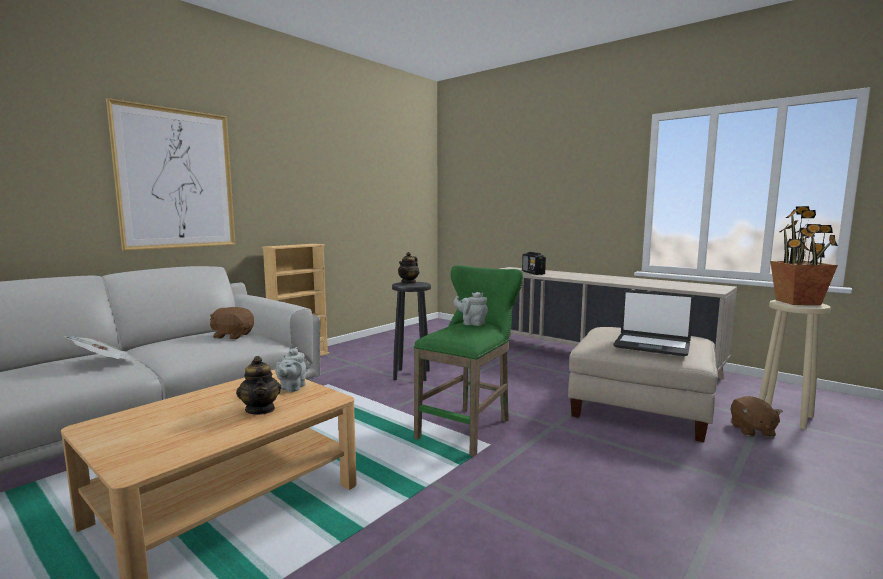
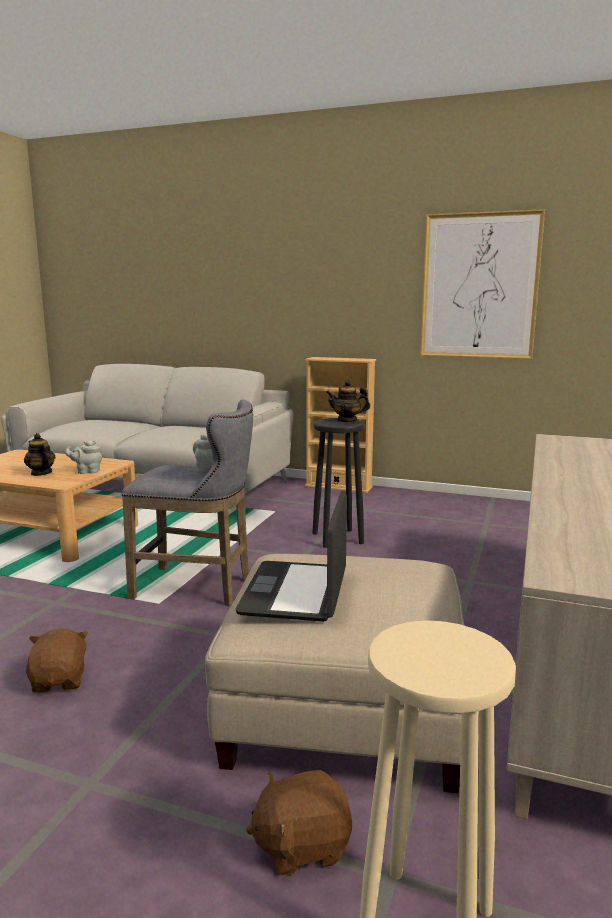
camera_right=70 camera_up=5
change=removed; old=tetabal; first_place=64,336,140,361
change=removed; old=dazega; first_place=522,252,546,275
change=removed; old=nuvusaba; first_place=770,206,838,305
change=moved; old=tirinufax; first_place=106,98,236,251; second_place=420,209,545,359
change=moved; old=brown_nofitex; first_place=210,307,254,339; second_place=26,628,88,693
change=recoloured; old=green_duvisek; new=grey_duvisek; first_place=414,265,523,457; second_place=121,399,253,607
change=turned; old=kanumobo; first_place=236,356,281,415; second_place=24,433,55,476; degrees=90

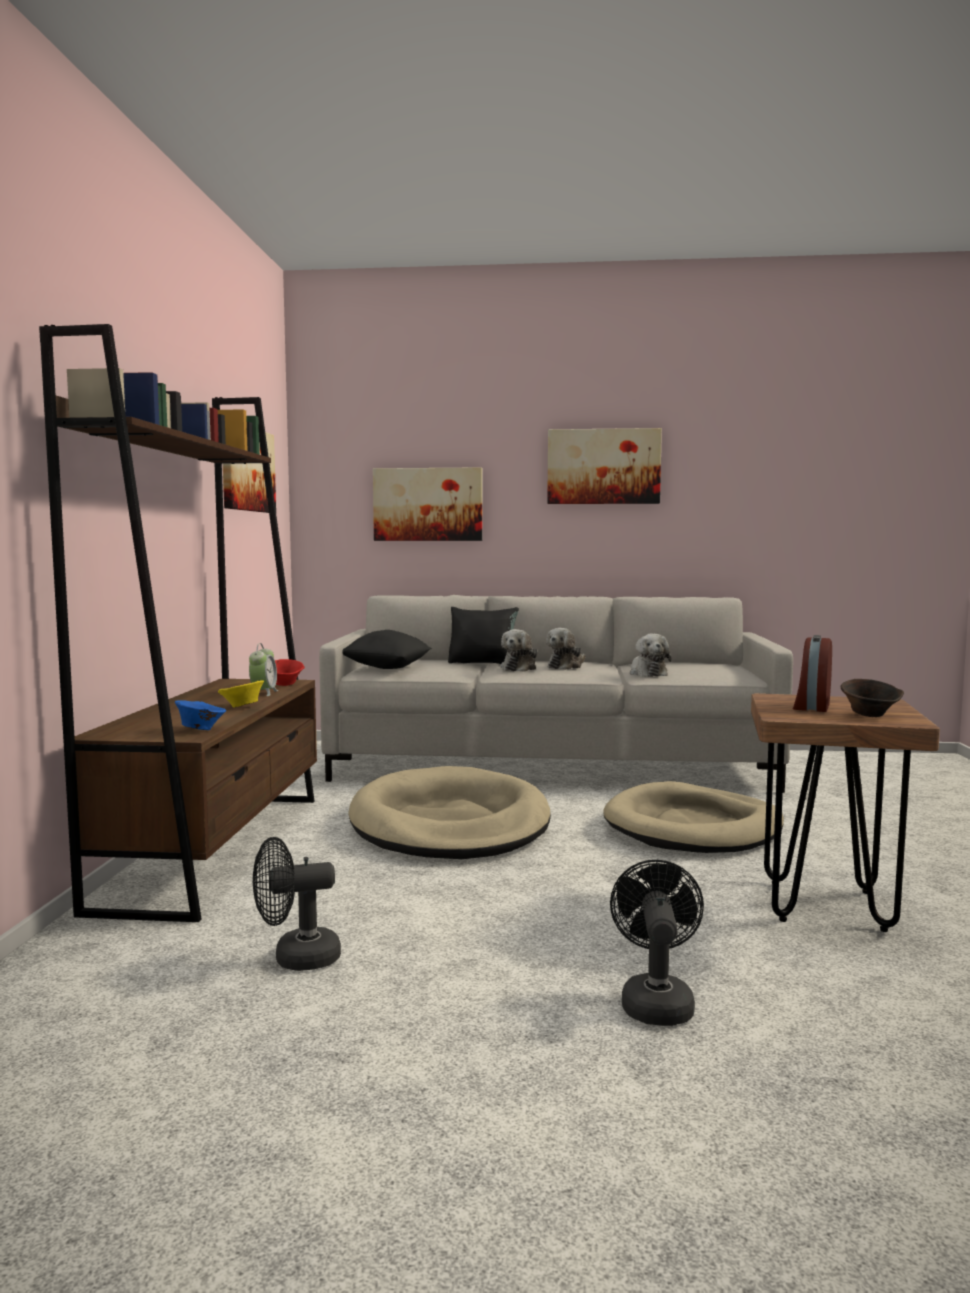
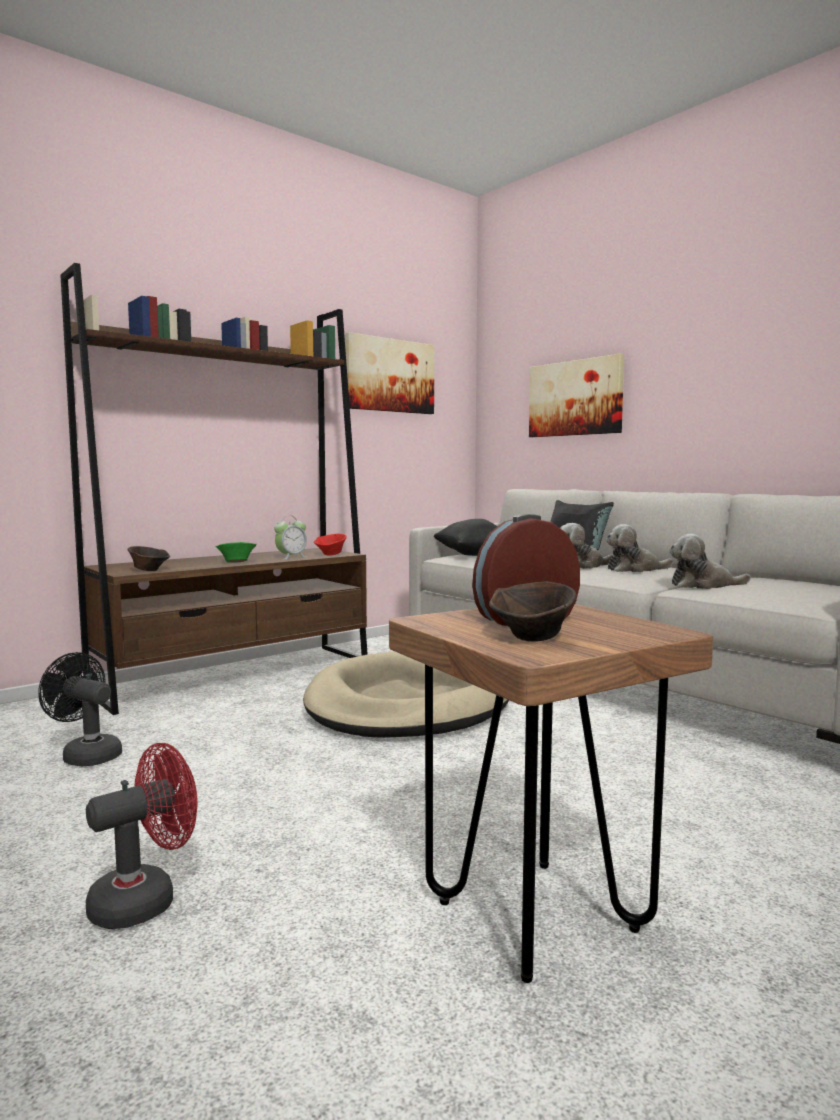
camera_right=45 camera_up=0
change=removed; old=tirinufax; first_place=547,428,662,504
change=removed; old=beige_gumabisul; first_place=603,781,784,853
change=recoloured; old=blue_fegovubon; new=brown_fegovubon; first_place=175,700,226,730; second_place=127,546,170,571
change=recoloured; old=yellow_fegovubon; new=green_fegovubon; first_place=218,681,264,708; second_place=215,542,256,563
change=recoloured; old=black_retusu; new=red_retusu; first_place=610,860,704,1026; second_place=86,743,198,929
change=turned; old=nofitex; first_place=630,634,672,677; second_place=669,534,751,589; degrees=60

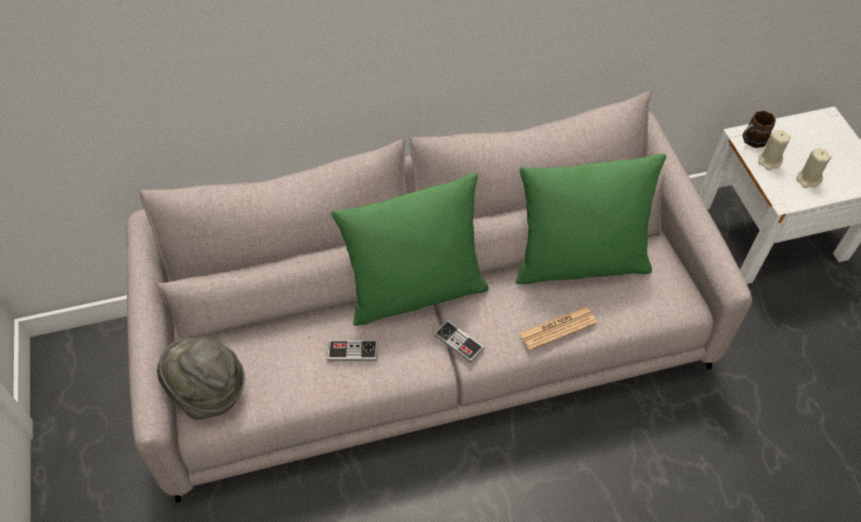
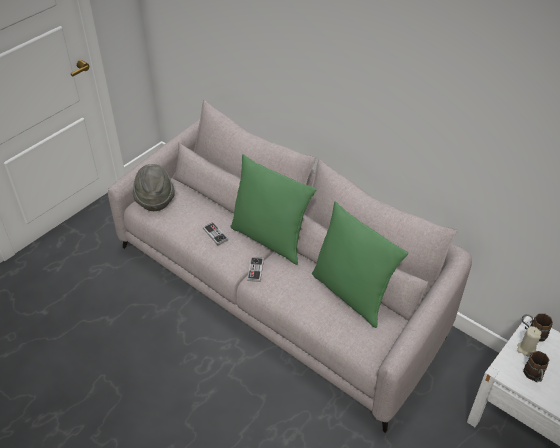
camera_right=55 camera_up=-10
change=removed; old=tetabal; first_place=519,307,597,350
change=replaced; old=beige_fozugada; new=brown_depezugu; first_place=796,148,832,188; second_place=523,351,549,382

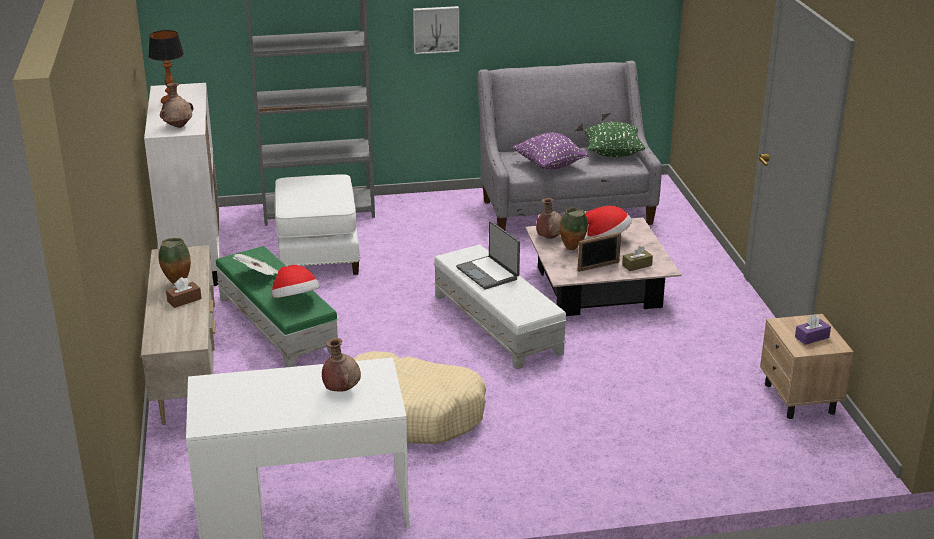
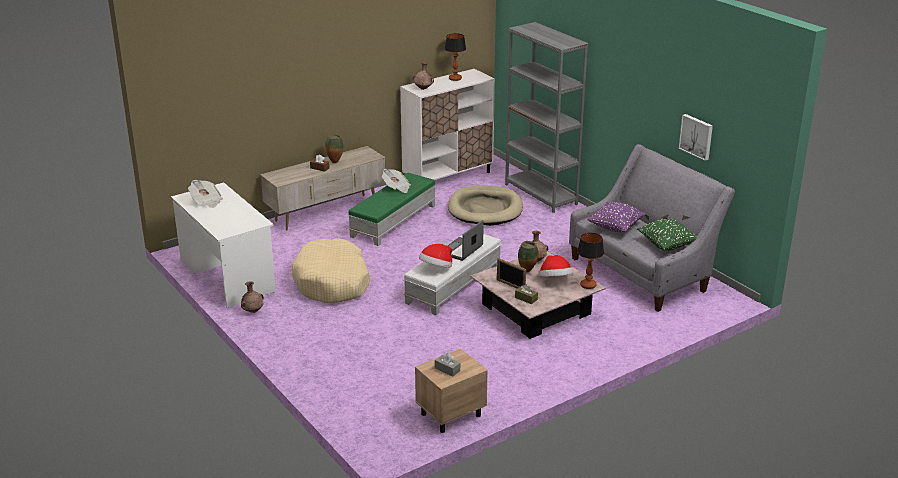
camera_right=65 camera_up=0
change=added; new=tetabal; second_place=188,180,223,208
change=added; new=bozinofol; second_place=577,233,604,289
change=moved; old=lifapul; first_place=272,265,320,298; second_place=419,244,452,267
change=moved; old=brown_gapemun; first_place=322,338,361,392; second_place=241,281,264,313
change=moved; old=tirinufax; first_place=413,6,459,54; second_place=679,114,713,161
change=replaced; old=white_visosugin; new=beige_gumabisul; first_place=275,174,360,275; second_place=448,186,523,226
change=recoloured; old=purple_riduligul; new=grey_riduligul; first_place=795,314,831,345; second_place=435,353,460,377

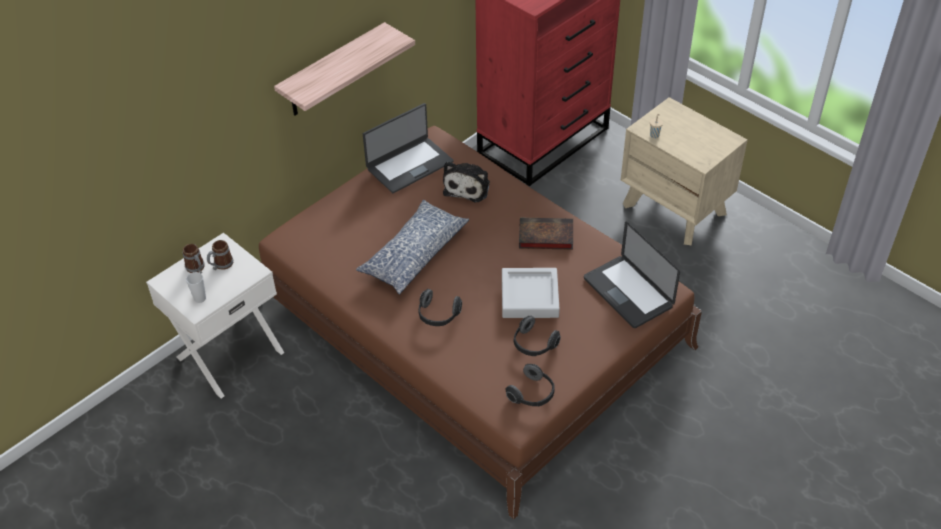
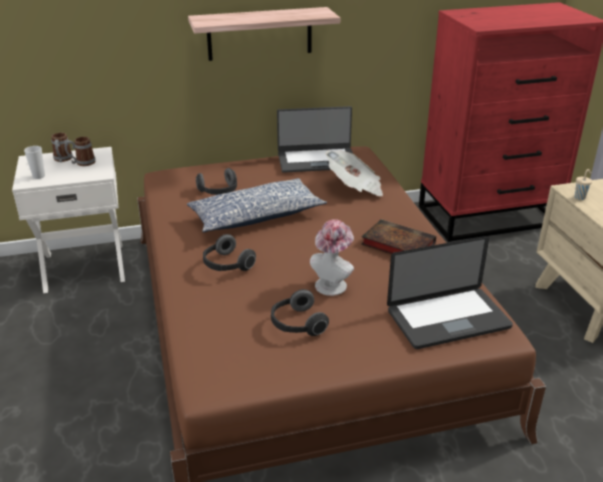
camera_right=30 camera_up=-15
change=moved; old=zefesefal; first_place=506,364,555,406; second_place=196,168,237,195
change=replaced; old=nofitex; new=tetabal; first_place=443,161,490,202; second_place=325,150,383,197
change=replaced; old=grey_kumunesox; new=lifapul; first_place=502,268,560,318; second_place=310,219,354,296
change=turned; old=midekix; first_place=584,222,680,328; second_place=387,236,513,349; degrees=-105

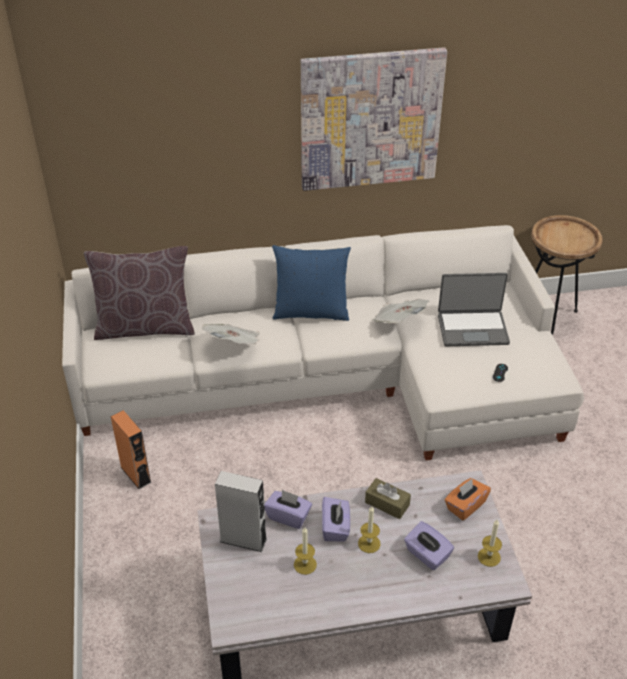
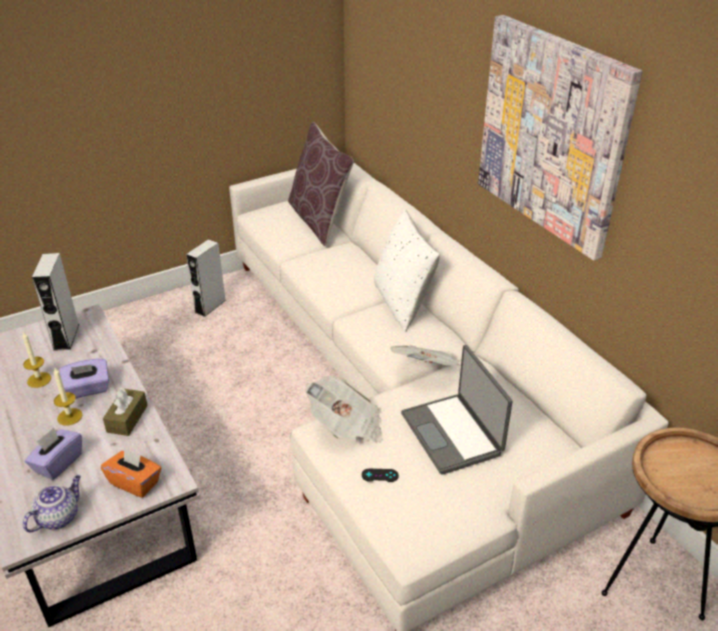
camera_right=70 camera_up=-5
change=removed; old=purple_riduligul; first_place=264,490,312,529
change=moved; old=tetabal; first_place=202,324,260,344; second_place=305,376,383,442
change=replaced; old=fozugada; new=kanumobo; first_place=478,520,502,567; second_place=23,475,81,532
change=recoloured; old=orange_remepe; new=grey_remepe; first_place=111,410,152,489; second_place=186,239,226,317
change=recoloured; old=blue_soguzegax; new=white_soguzegax; first_place=272,245,351,321; second_place=374,209,440,332

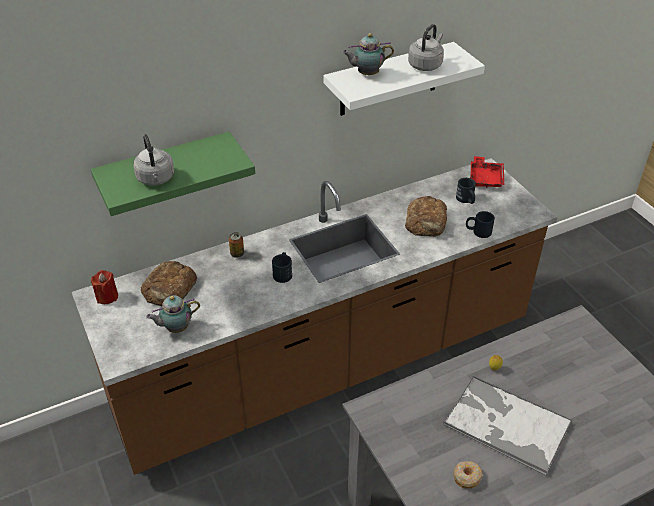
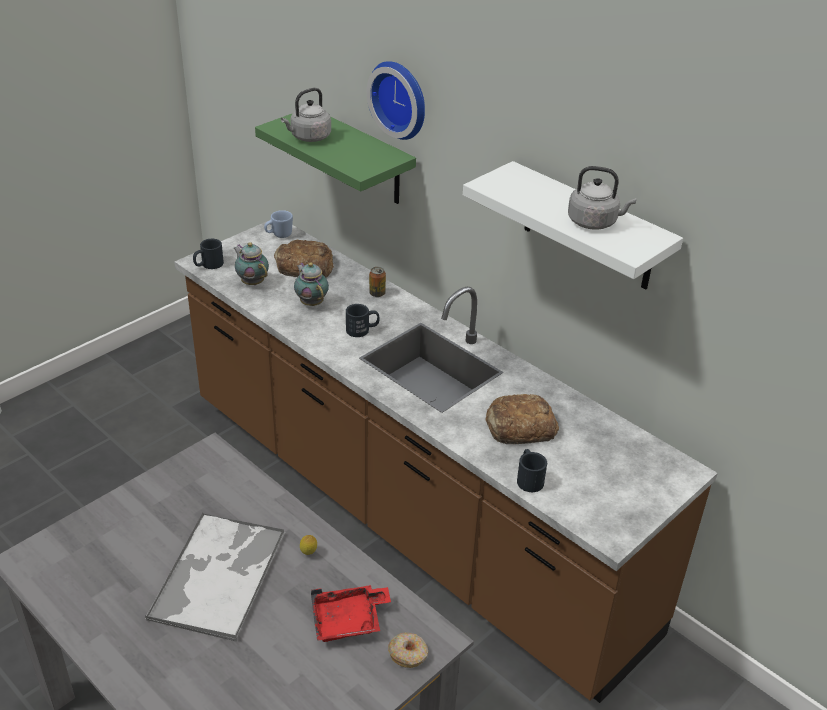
camera_right=70 camera_up=-5
change=added; new=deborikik; second_place=366,61,425,140
change=moved; old=kanumobo; first_place=342,33,394,75; second_place=294,262,329,306
change=moved; old=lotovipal; first_place=454,461,483,489; second_place=388,632,428,668
change=moved; old=black_depezugu; first_place=456,178,476,204; second_place=193,239,224,269
change=moved; old=red_kumunesox; first_place=470,156,504,188; second_place=311,585,391,642
change=replaced; old=red_fozugada; new=blue_depezugu; first_place=91,270,118,304; second_place=264,210,293,238

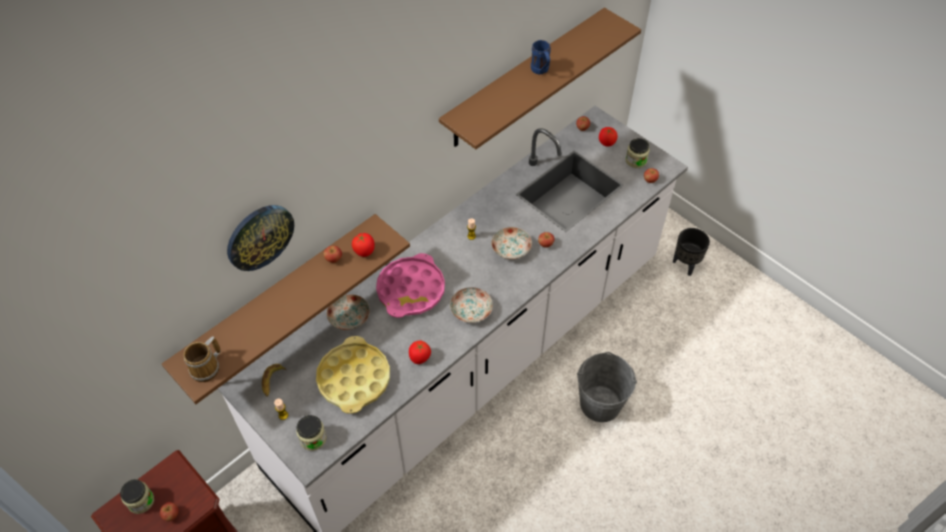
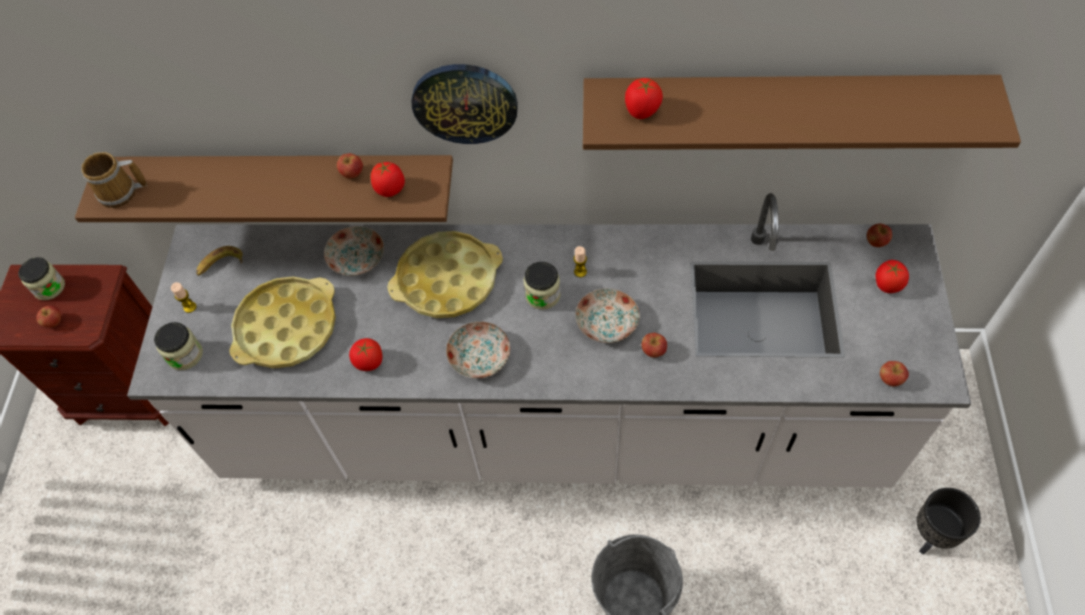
camera_right=50 camera_up=5
change=removed; old=blue_depezugu; first_place=531,40,551,74
change=added; new=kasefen; second_place=625,78,663,119
change=moved; old=deborikik; first_place=227,205,294,271; second_place=411,64,518,144
change=moved; old=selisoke; first_place=626,138,650,168; second_place=523,262,560,310
change=recoloured; old=pink_kumunesox; new=yellow_kumunesox; first_place=376,253,445,318; second_place=387,231,503,318

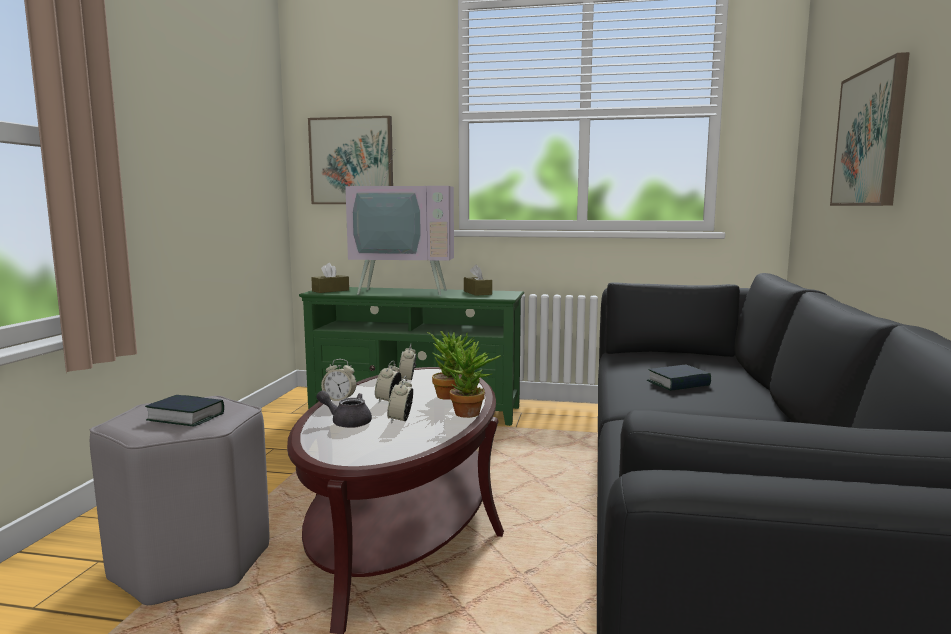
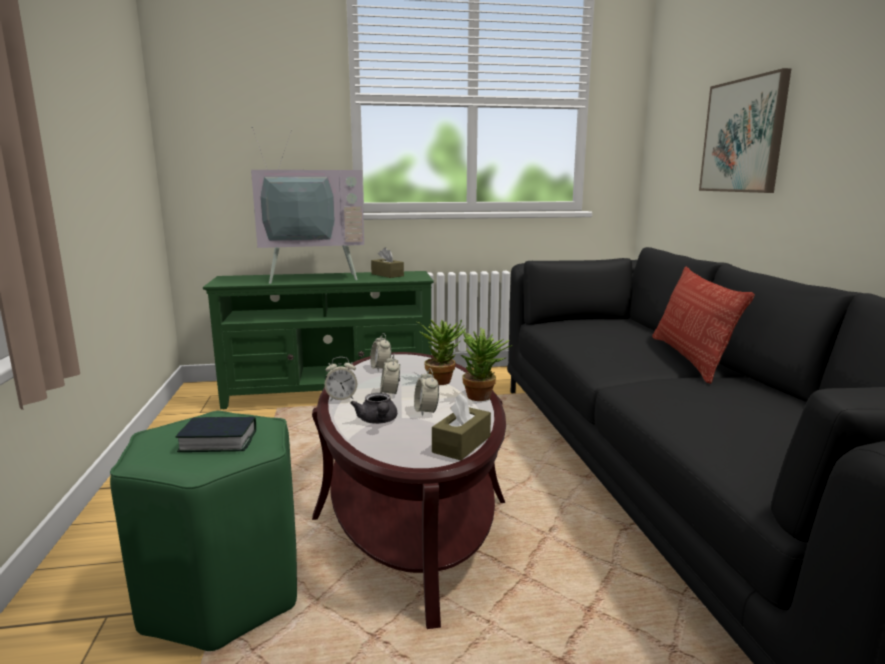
camera_right=-20 camera_up=5
change=removed; old=tirinufax; first_place=308,116,393,204
change=removed; old=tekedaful; first_place=647,365,711,391
change=added; new=soguzegax; second_place=652,267,755,384
change=moved; old=brown_riduligul; first_place=311,263,349,293; second_place=432,393,491,460
change=recoloured; old=grey_duvisek; new=green_duvisek; first_place=90,396,269,605; second_place=110,411,297,651
change=turned; old=grey_kanumobo; first_place=316,390,372,428; second_place=350,393,397,424; degrees=-105

